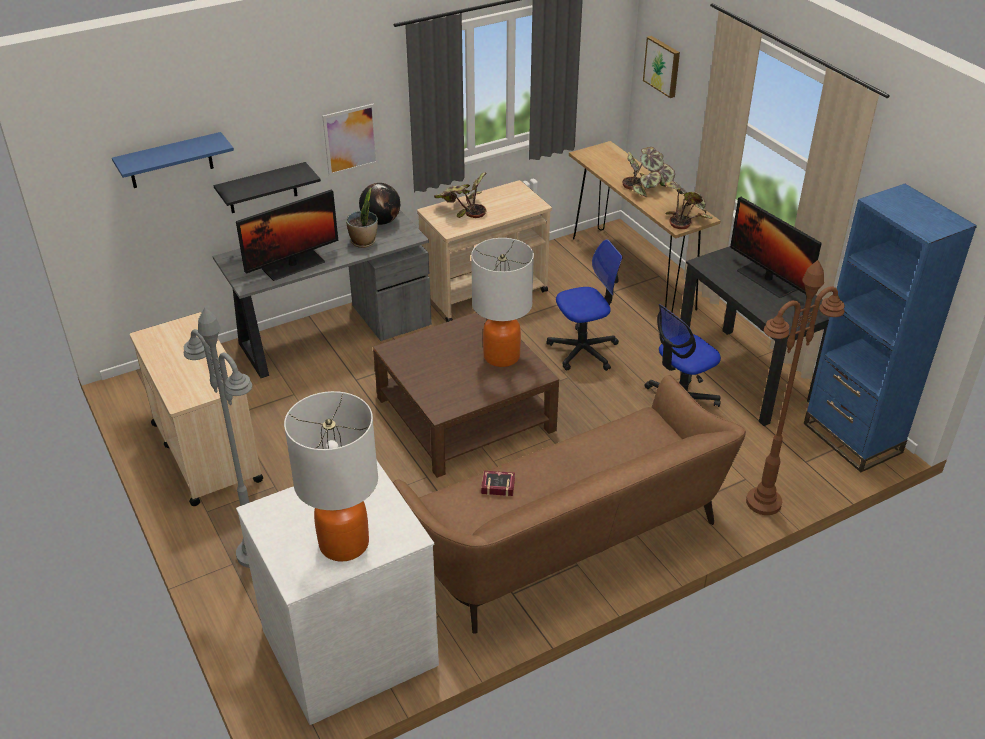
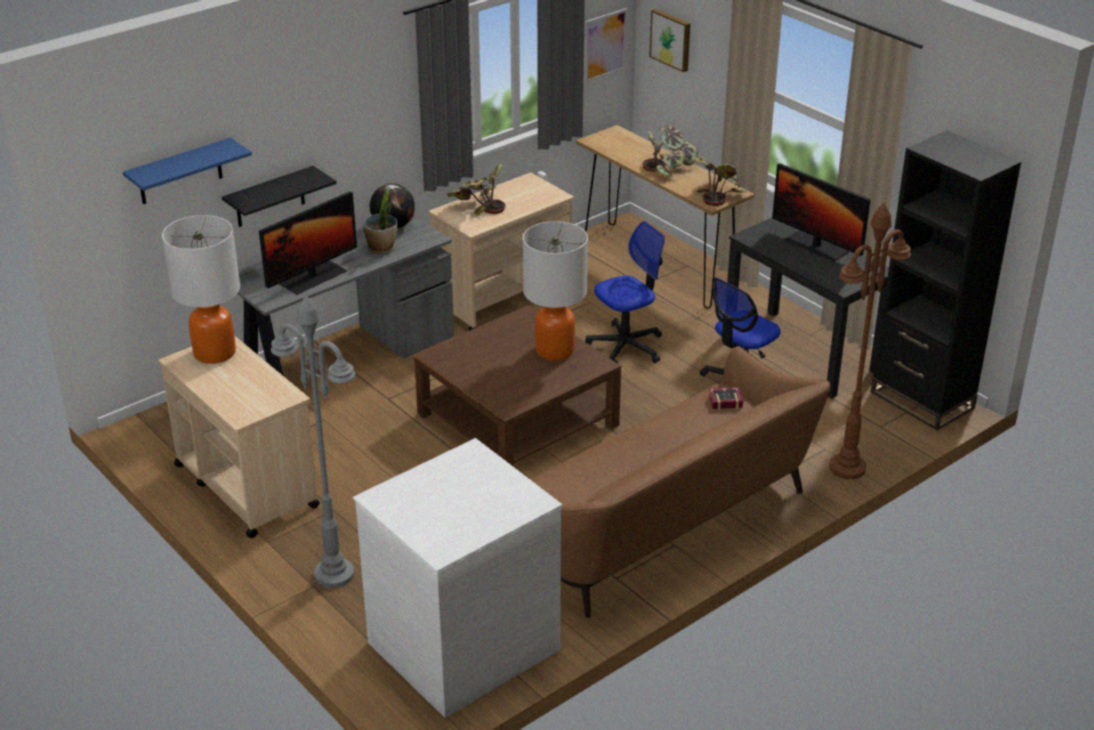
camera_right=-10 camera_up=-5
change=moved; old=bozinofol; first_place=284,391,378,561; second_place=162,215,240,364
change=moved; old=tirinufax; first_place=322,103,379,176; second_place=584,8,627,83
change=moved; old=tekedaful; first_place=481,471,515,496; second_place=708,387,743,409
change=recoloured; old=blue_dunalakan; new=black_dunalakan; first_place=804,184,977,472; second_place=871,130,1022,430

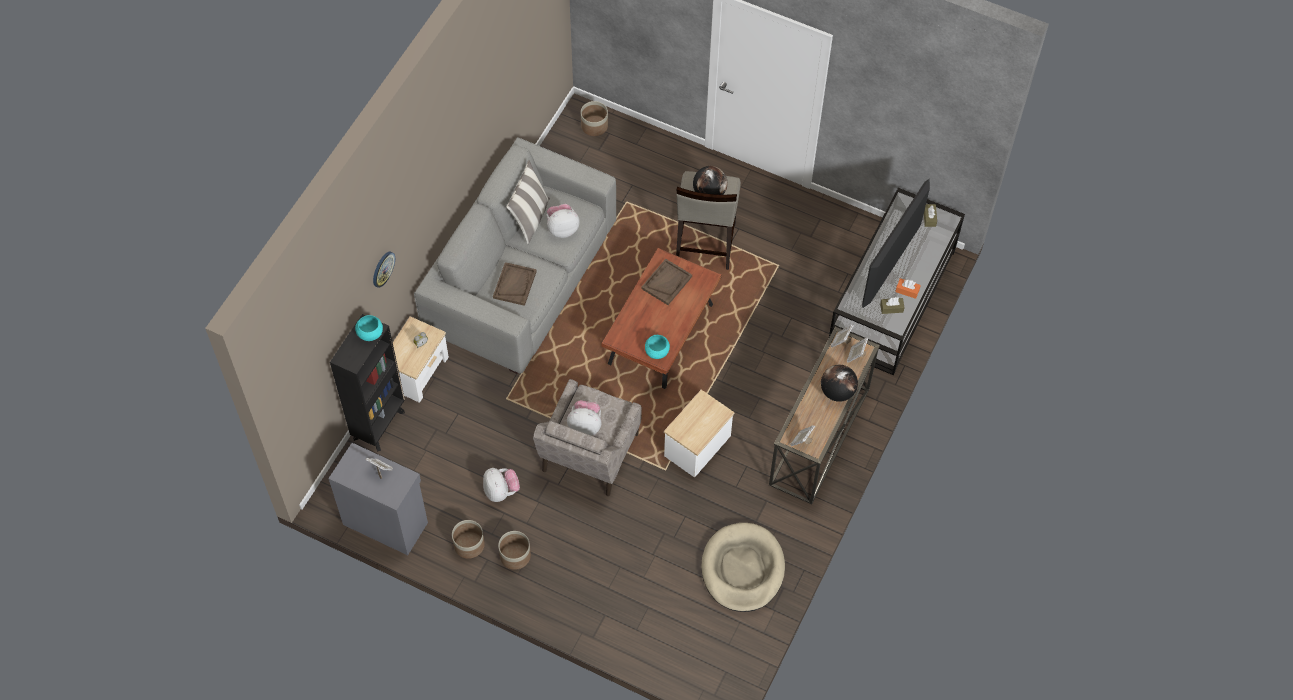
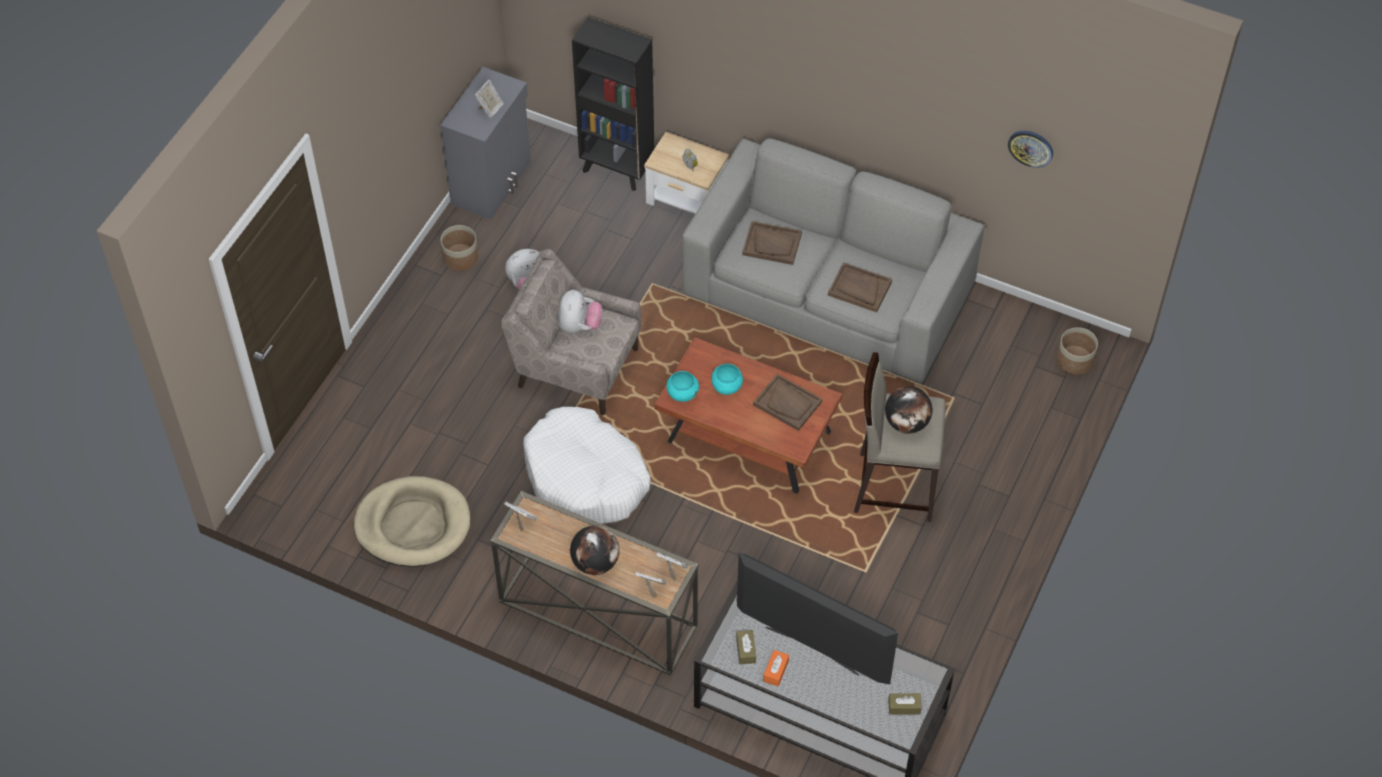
camera_right=90 camera_up=-5
change=removed; old=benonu; first_place=498,531,531,570
change=removed; old=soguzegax; first_place=507,161,550,244
change=moved; old=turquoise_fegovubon; first_place=355,315,383,341; second_place=711,364,743,395
change=moved; old=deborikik; first_place=373,251,395,288; second_place=1008,131,1053,168
change=replaced; old=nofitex; new=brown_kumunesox; first_place=547,204,580,238; second_place=828,262,892,312
change=replaced; old=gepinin; new=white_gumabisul; first_place=664,390,735,478; second_place=523,407,651,524

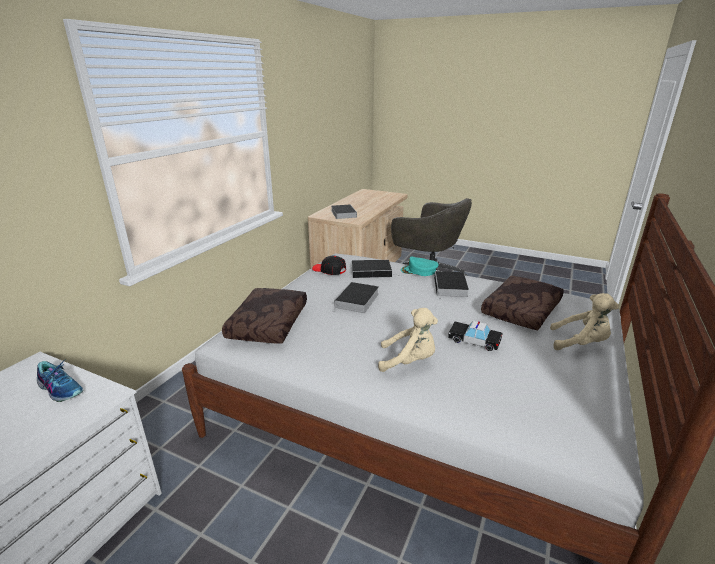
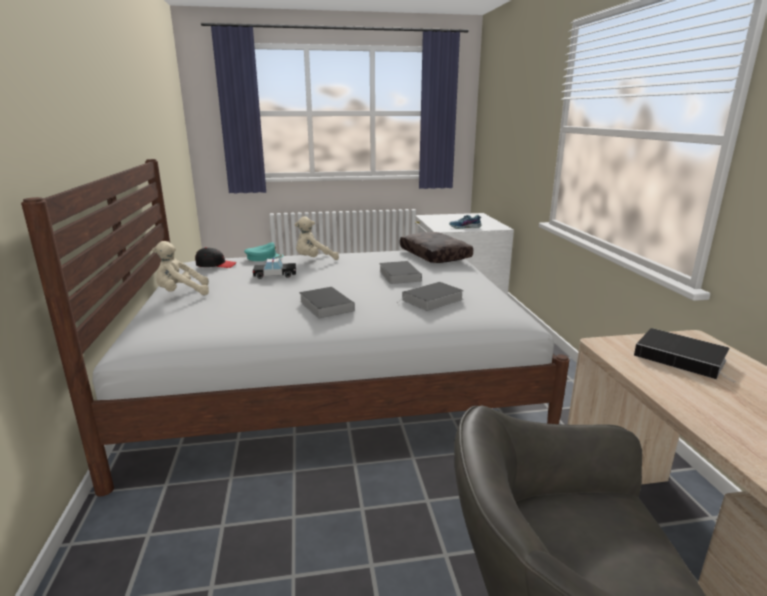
camera_right=145 camera_up=-5
change=removed; old=brown_soguzegax; first_place=481,276,564,330
change=moved; old=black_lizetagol; first_place=312,256,346,275; second_place=195,247,237,268
change=moved; old=turquoise_lizetagol; first_place=401,257,439,276; second_place=244,242,284,261

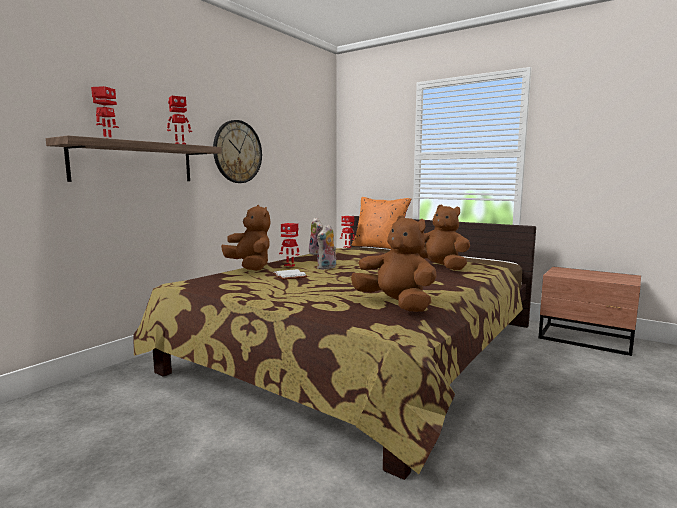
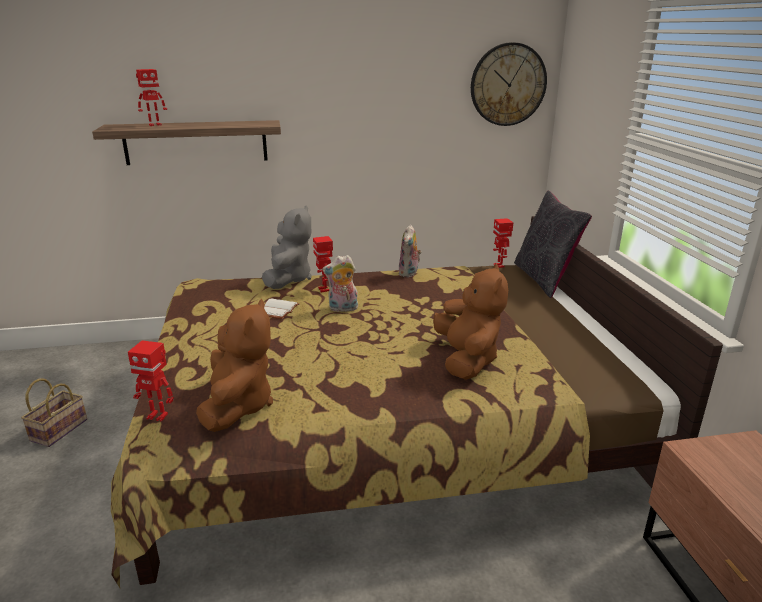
camera_right=45 camera_up=15
change=added; new=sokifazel; second_place=21,378,87,447
change=moved; old=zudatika; first_place=167,96,192,144; second_place=128,340,174,422
change=moved; old=deborikik; first_place=213,120,262,183; second_place=471,42,547,126
change=recoloured; old=brown_nofitex; new=grey_nofitex; first_place=221,205,271,271; second_place=262,206,312,289
change=recoloured; old=orange_soguzegax; new=black_soguzegax; first_place=351,197,411,249; second_place=514,191,592,298

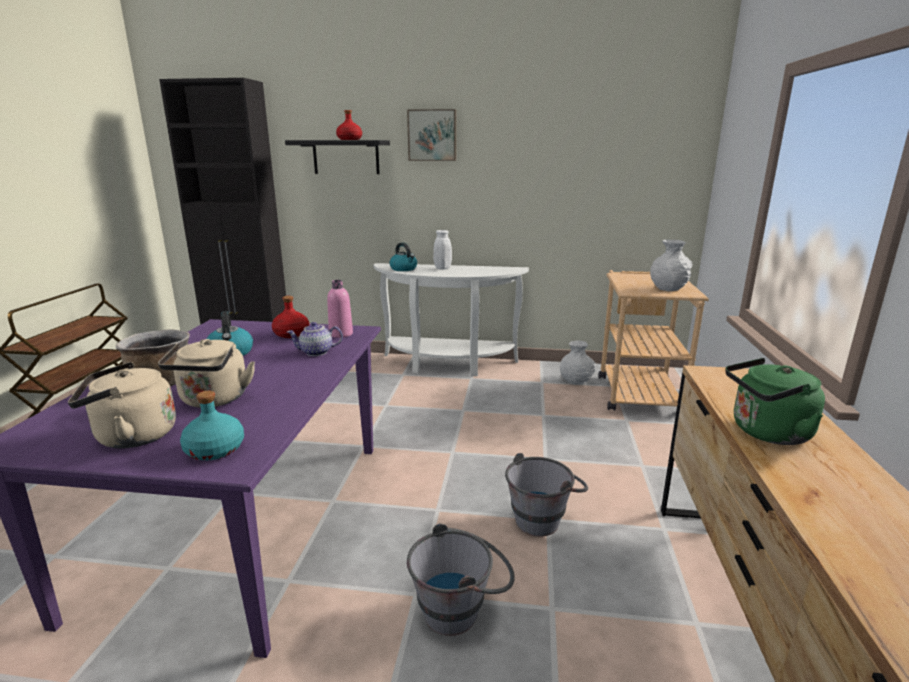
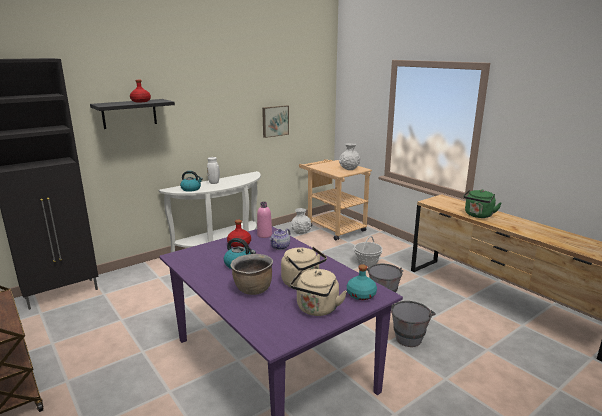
camera_right=-45 camera_up=0
change=added; new=sokifazel; second_place=354,236,383,267
change=moved; old=tirinufax; first_place=407,109,456,161; second_place=262,105,289,138

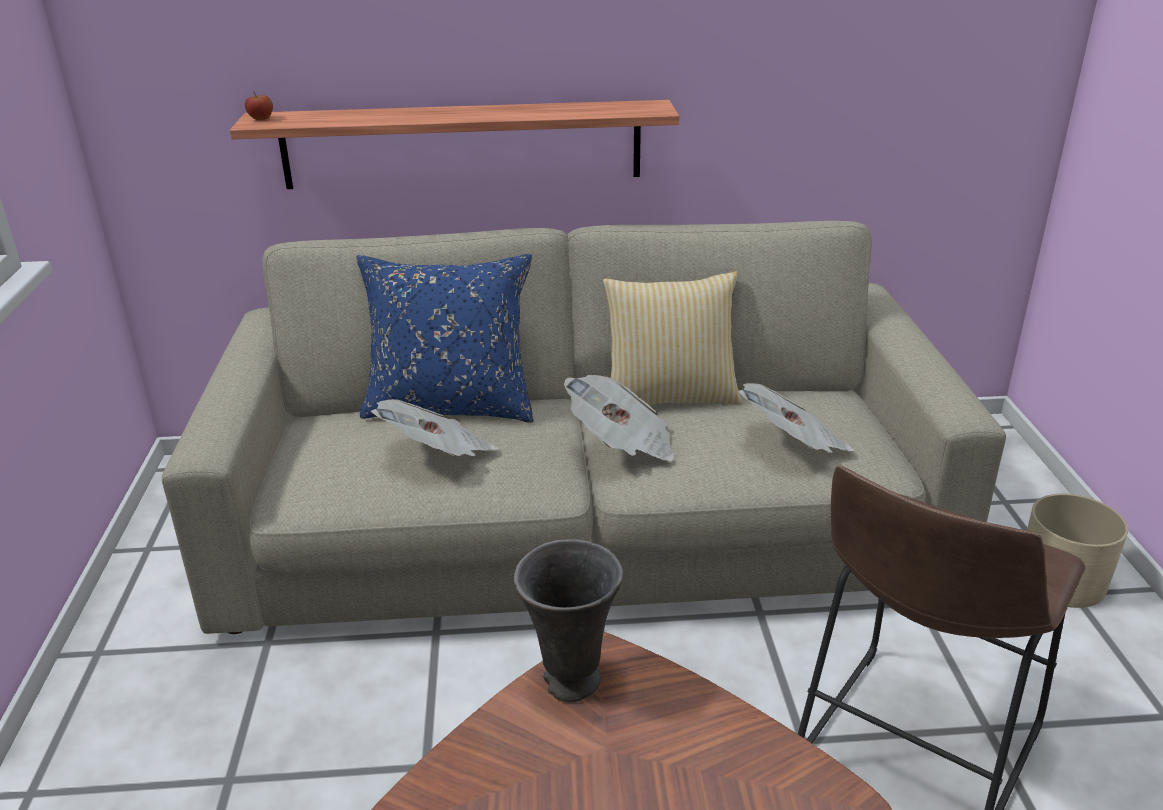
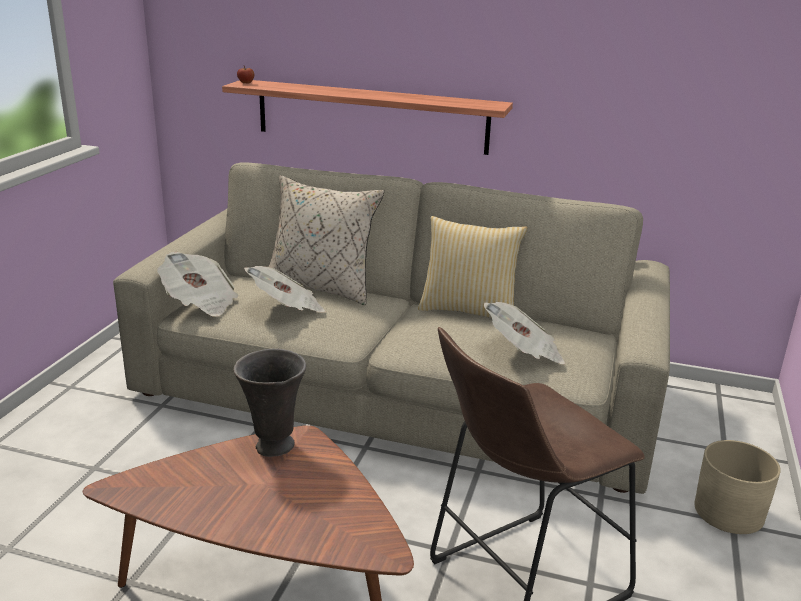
camera_right=20 camera_up=-5
change=moved; old=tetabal; first_place=564,375,675,461; second_place=157,252,239,316
change=recoloured; old=blue_soguzegax; new=beige_soguzegax; first_place=356,254,534,423; second_place=268,175,384,305

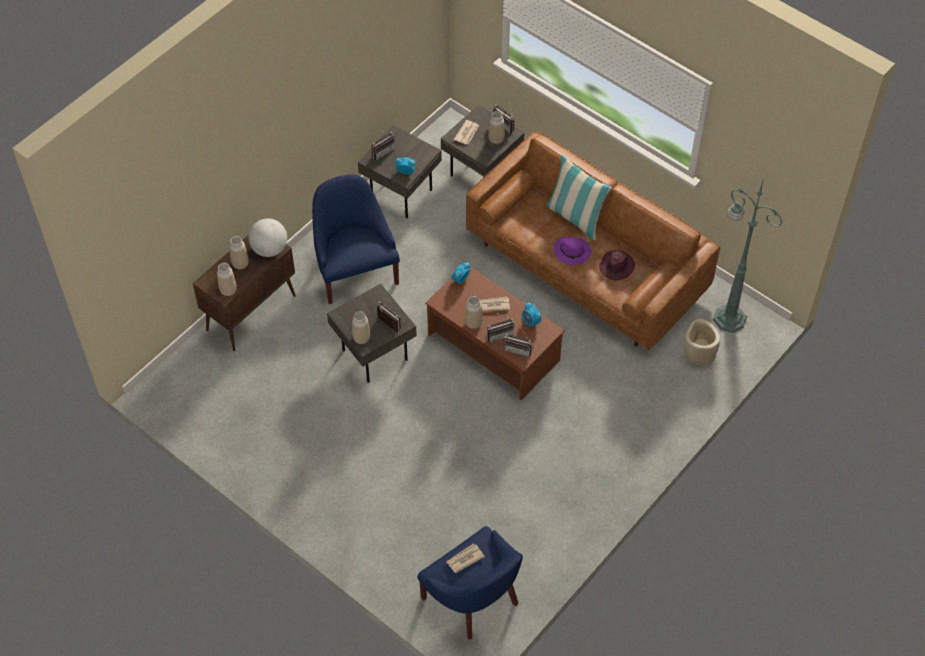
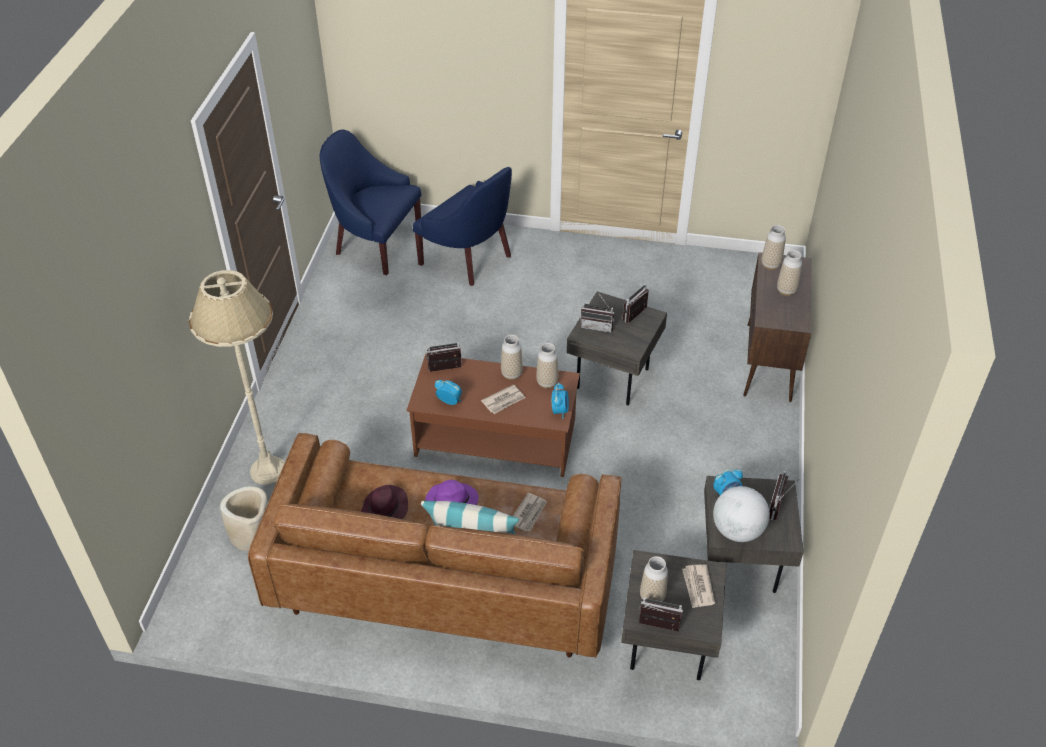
camera_right=150 camera_up=-10
change=removed; old=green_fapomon; first_place=713,178,783,333
change=added; new=beige_fapomon; second_place=189,270,285,485
change=moved; old=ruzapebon; first_place=249,218,287,257; second_place=713,486,770,542
change=moved; old=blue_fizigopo; first_place=312,175,400,304; second_place=413,167,512,286
change=moved; old=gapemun; first_place=352,311,370,344; second_place=536,343,558,389
change=moved; old=tetabal; first_place=446,544,485,573; second_place=513,493,547,531
change=moved; old=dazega; first_place=487,311,515,343; second_place=623,284,649,323

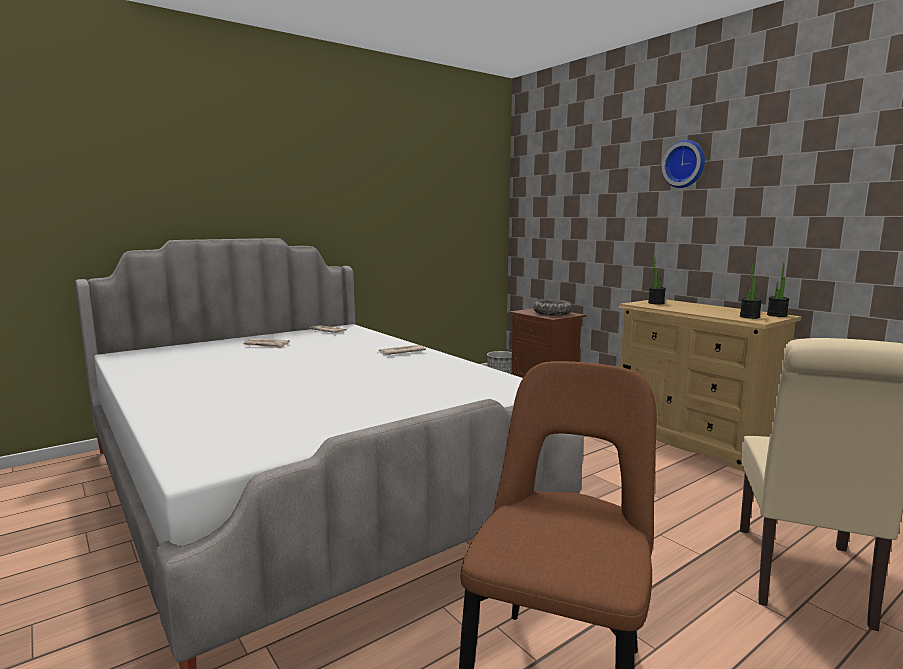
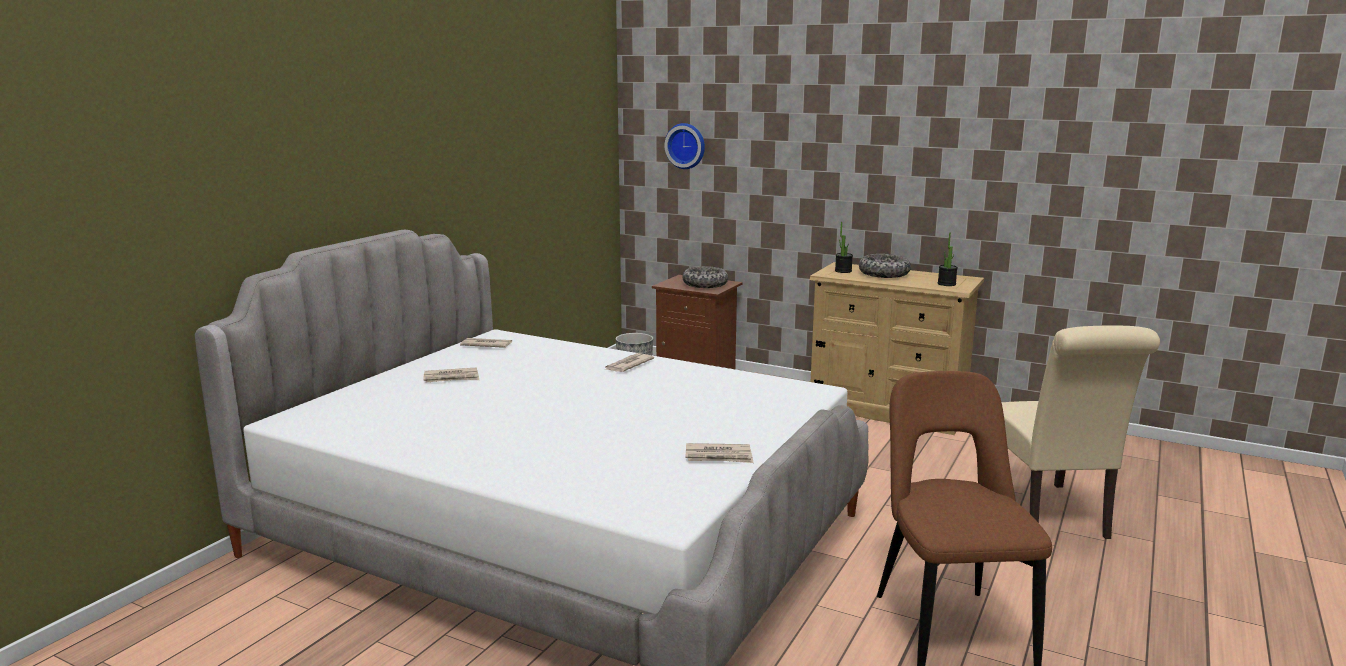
camera_right=-25 camera_up=5
change=removed; old=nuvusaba; first_place=767,263,790,317
change=added; new=tetabal; second_place=686,443,753,463
change=added; new=fegovubon; second_place=859,254,911,278
change=moved; old=deborikik; first_place=662,140,705,188; second_place=665,123,705,169

